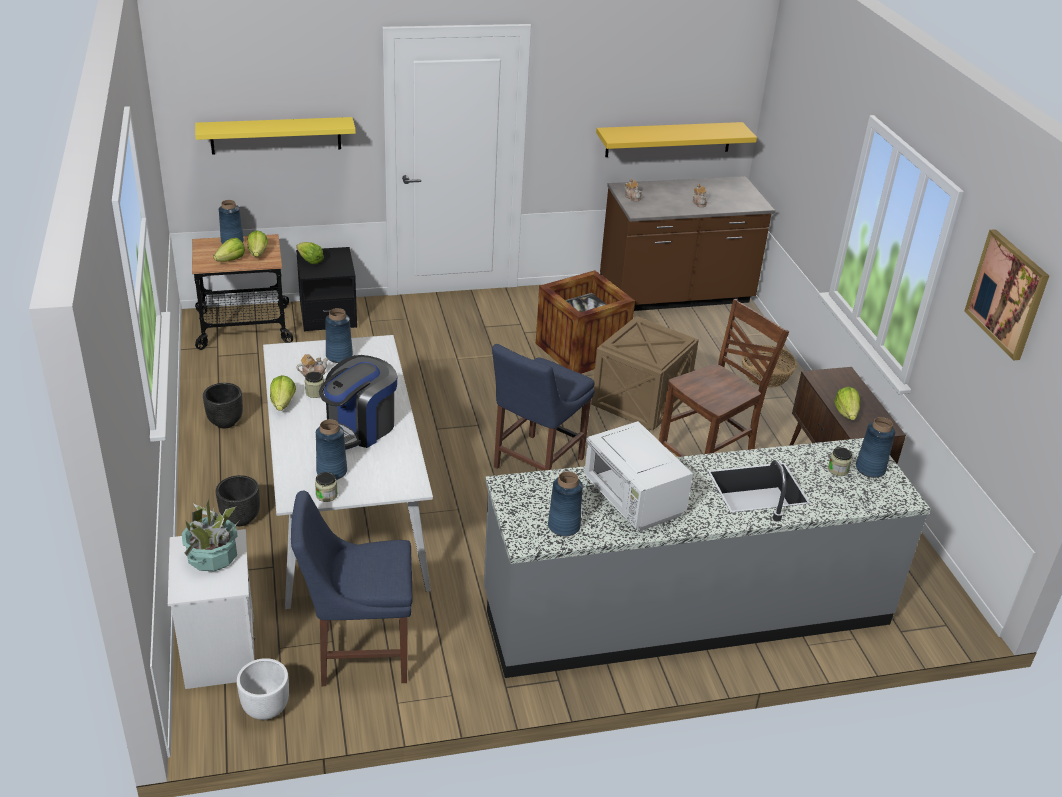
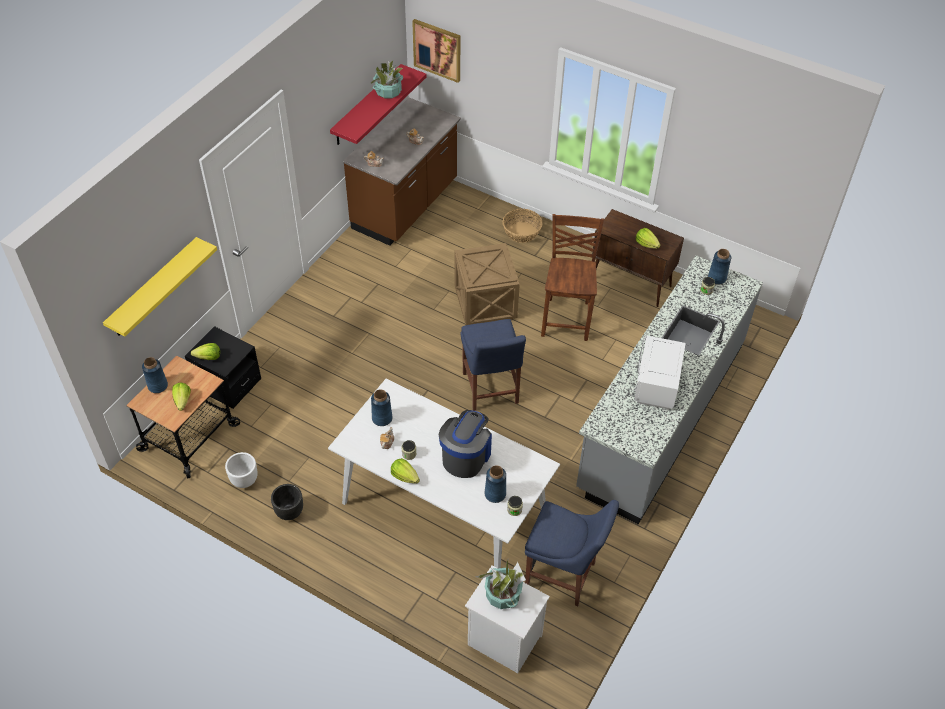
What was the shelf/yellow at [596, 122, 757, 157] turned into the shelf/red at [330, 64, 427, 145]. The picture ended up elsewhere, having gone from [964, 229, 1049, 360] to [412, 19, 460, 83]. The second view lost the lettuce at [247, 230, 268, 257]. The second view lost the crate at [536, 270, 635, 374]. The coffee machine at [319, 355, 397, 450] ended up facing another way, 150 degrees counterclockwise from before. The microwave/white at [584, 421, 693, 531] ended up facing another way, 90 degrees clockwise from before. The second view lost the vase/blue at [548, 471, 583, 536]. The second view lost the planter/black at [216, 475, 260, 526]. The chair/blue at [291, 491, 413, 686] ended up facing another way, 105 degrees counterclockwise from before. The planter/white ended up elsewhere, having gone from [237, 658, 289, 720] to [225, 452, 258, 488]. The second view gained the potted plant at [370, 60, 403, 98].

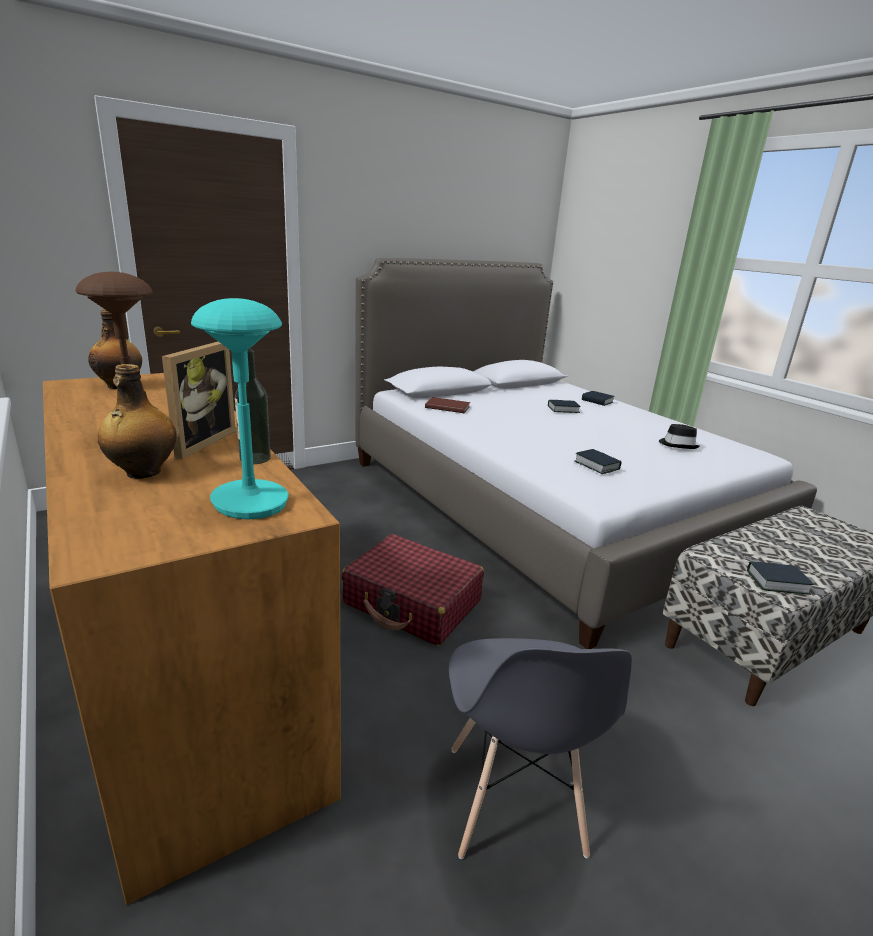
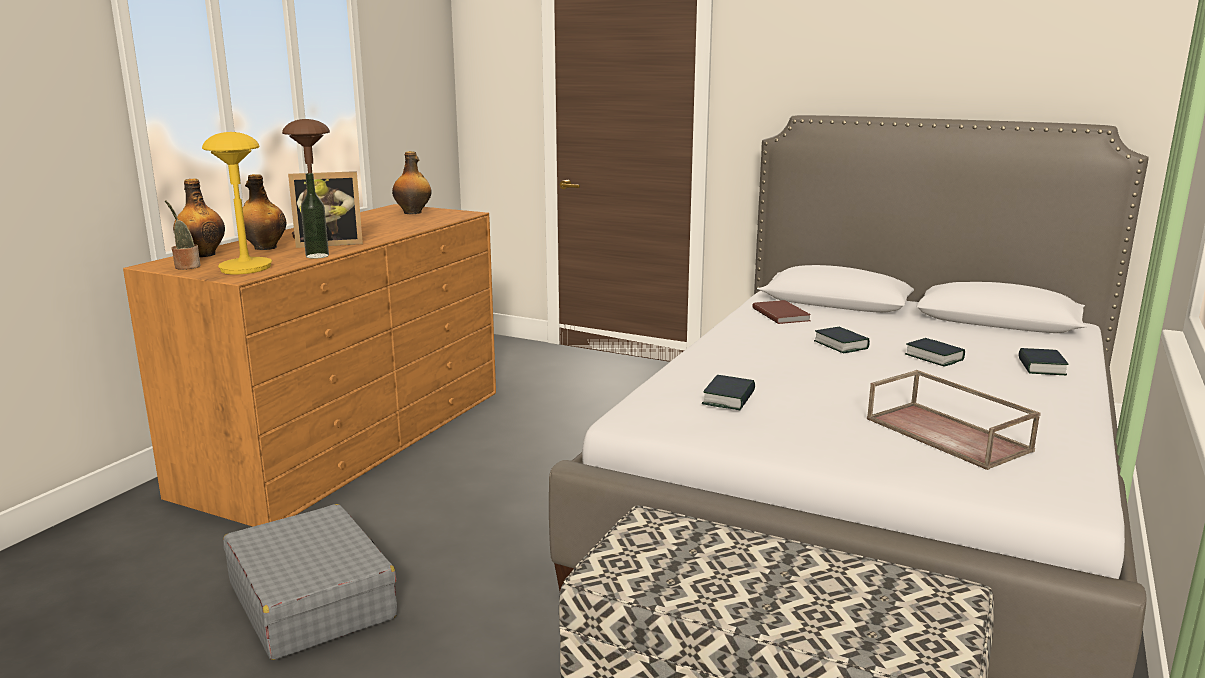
What was the table lamp/turquoise at [191, 298, 289, 519] turned into the table lamp/yellow at [202, 132, 272, 274]. Where the hat/black stood at [659, 424, 700, 449], the tray/brown came to stand at [867, 370, 1041, 470]. The second view lost the suitcase/red at [341, 534, 484, 646]. The book ended up elsewhere, having gone from [747, 561, 814, 595] to [814, 327, 870, 353]. Where the chair/grey stood at [449, 638, 632, 859], the suitcase/grey came to stand at [223, 504, 397, 660]. The second view gained the bottle at [173, 178, 225, 257]. The second view gained the potted plant at [165, 200, 201, 270].

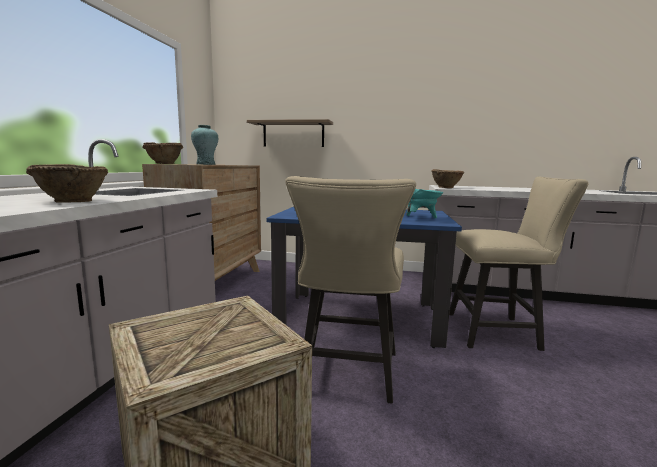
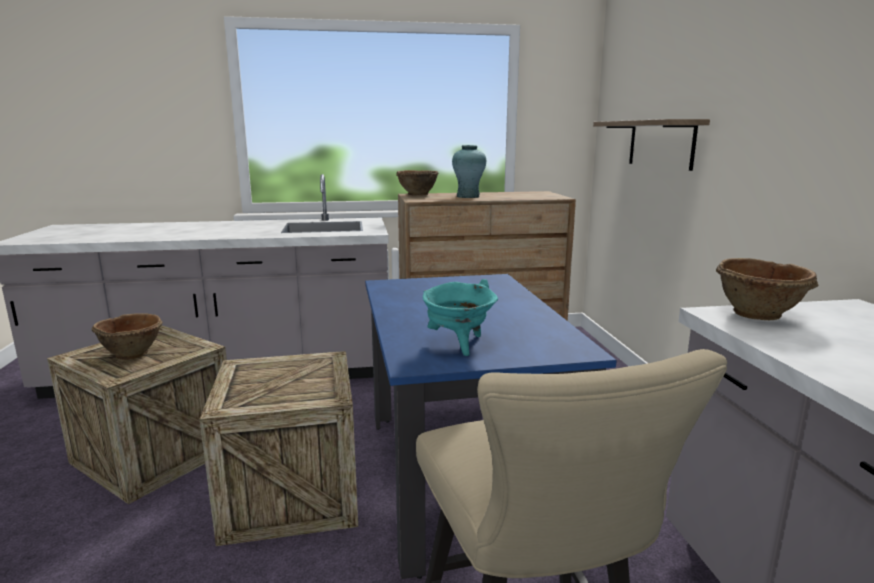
The bowl/brown ended up elsewhere, having gone from [26, 164, 108, 203] to [91, 313, 163, 360]. Where the chair/beige stood at [285, 176, 416, 403], the crate came to stand at [199, 351, 358, 546].

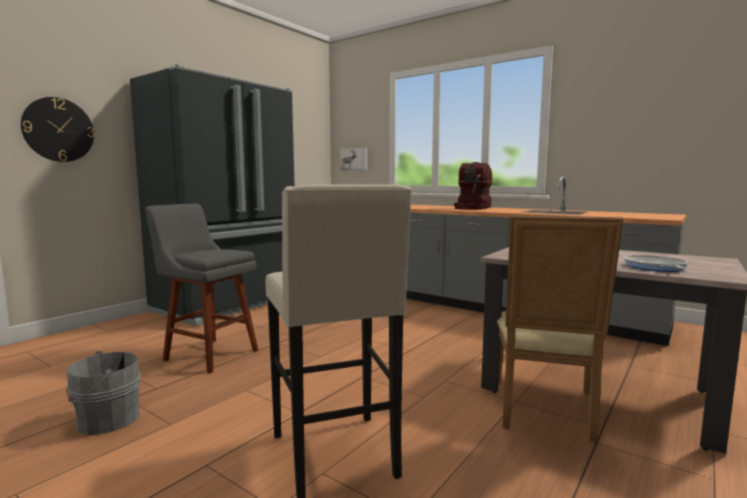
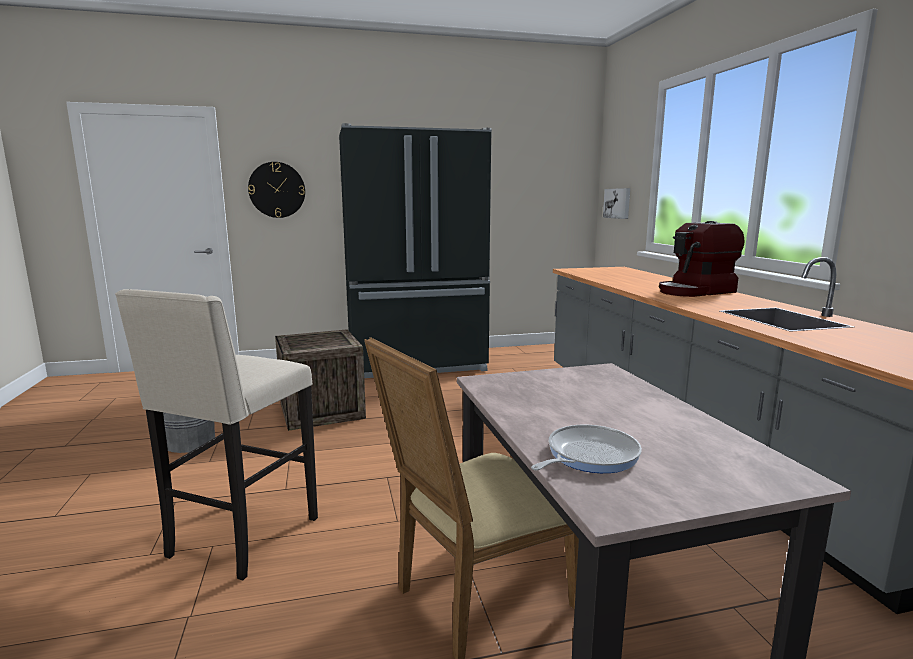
Where the stool/grey stood at [145, 204, 258, 374], the crate came to stand at [275, 329, 366, 431].

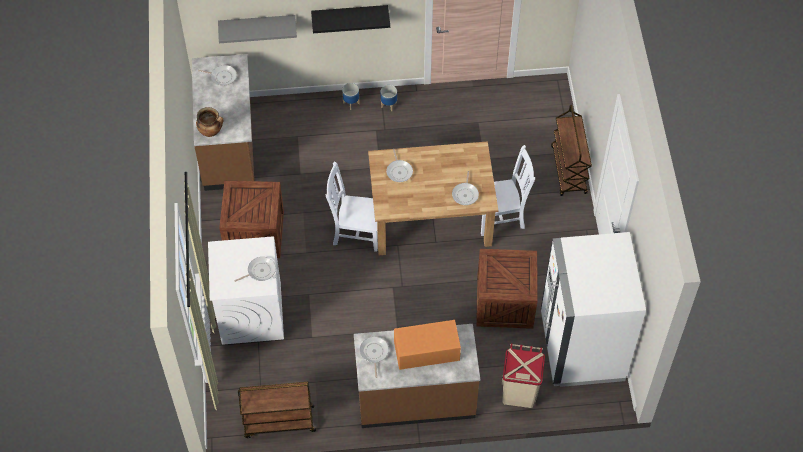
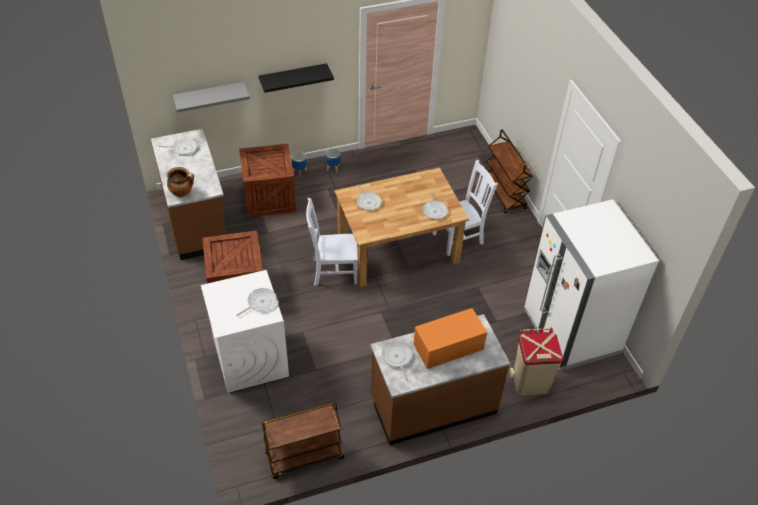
The crate ended up elsewhere, having gone from [476, 249, 538, 329] to [239, 144, 296, 218].

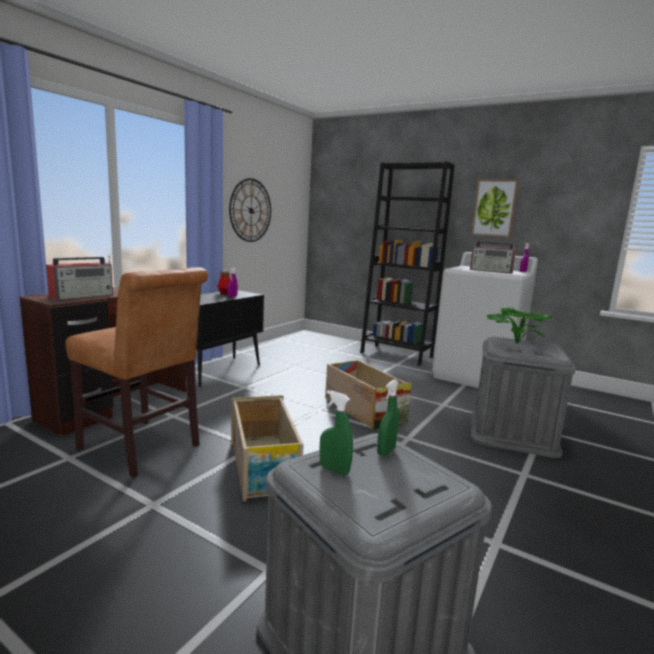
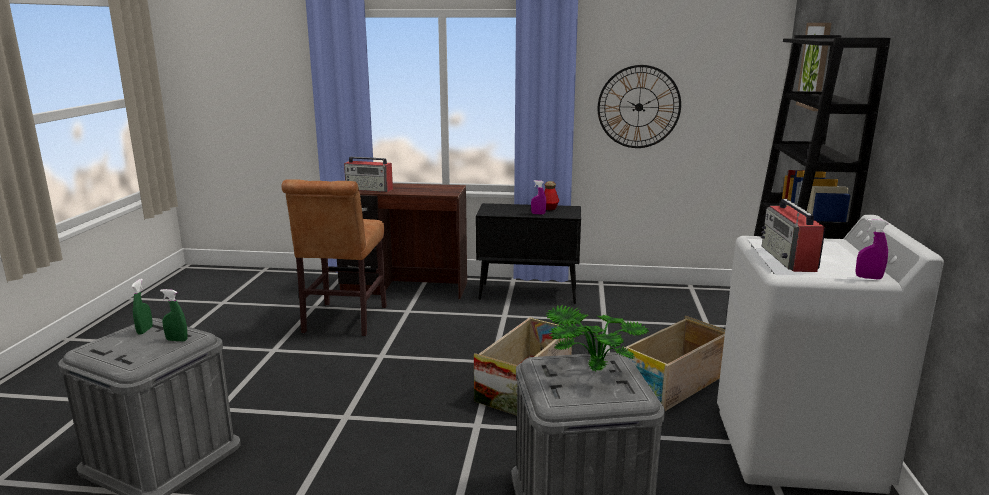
The picture ended up elsewhere, having gone from [471, 179, 519, 238] to [796, 23, 832, 111]. The crate ended up elsewhere, having gone from [231, 395, 304, 502] to [624, 316, 725, 411].

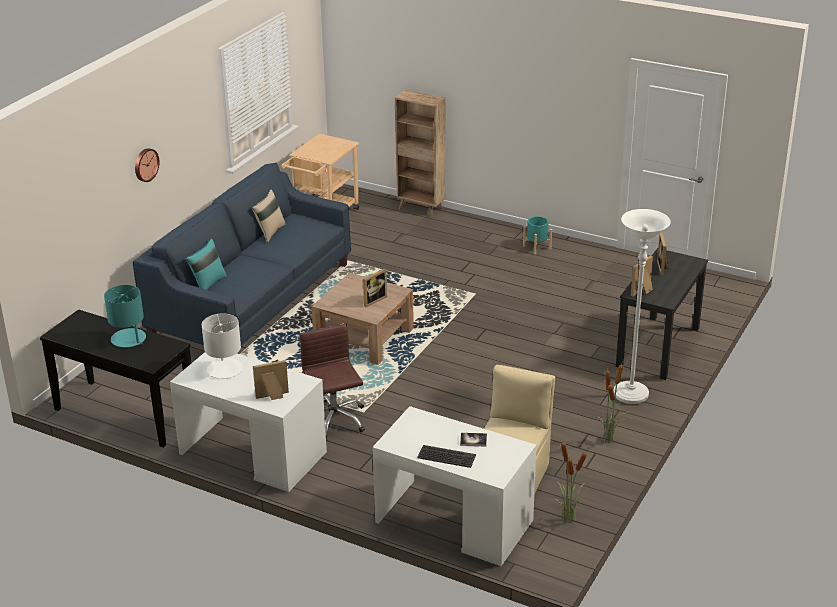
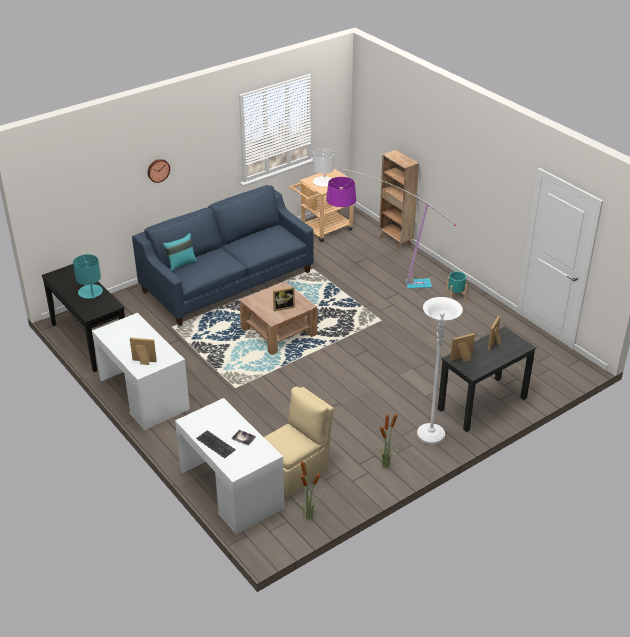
The second view lost the pillow/beige at [252, 190, 286, 243]. The table lamp/white ended up elsewhere, having gone from [202, 314, 243, 379] to [313, 149, 334, 187]. The second view lost the office chair/brown at [300, 324, 365, 440]. The second view gained the floor lamp at [326, 168, 456, 288].

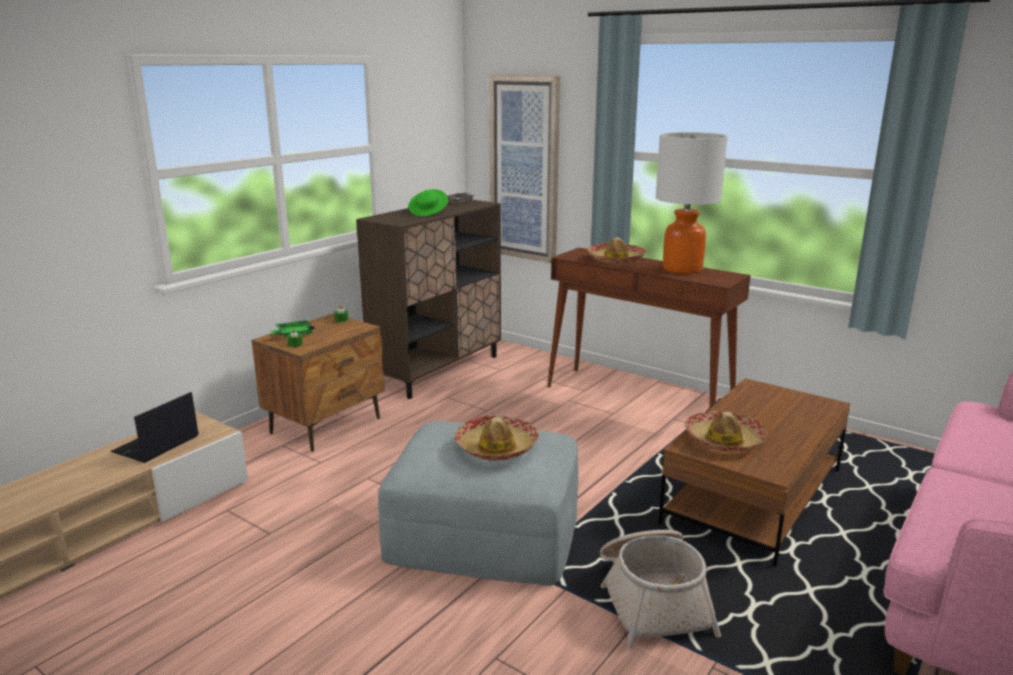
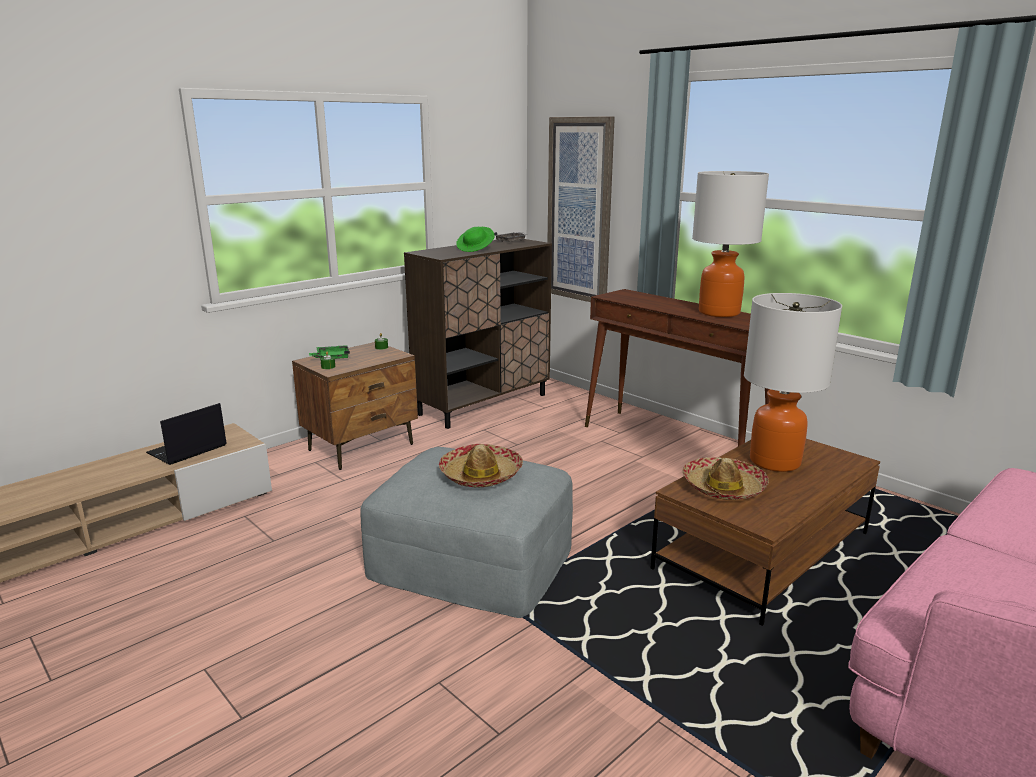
The second view lost the hat at [587, 237, 646, 264]. The second view lost the basket at [600, 530, 721, 649]. The second view gained the table lamp at [744, 293, 842, 472].

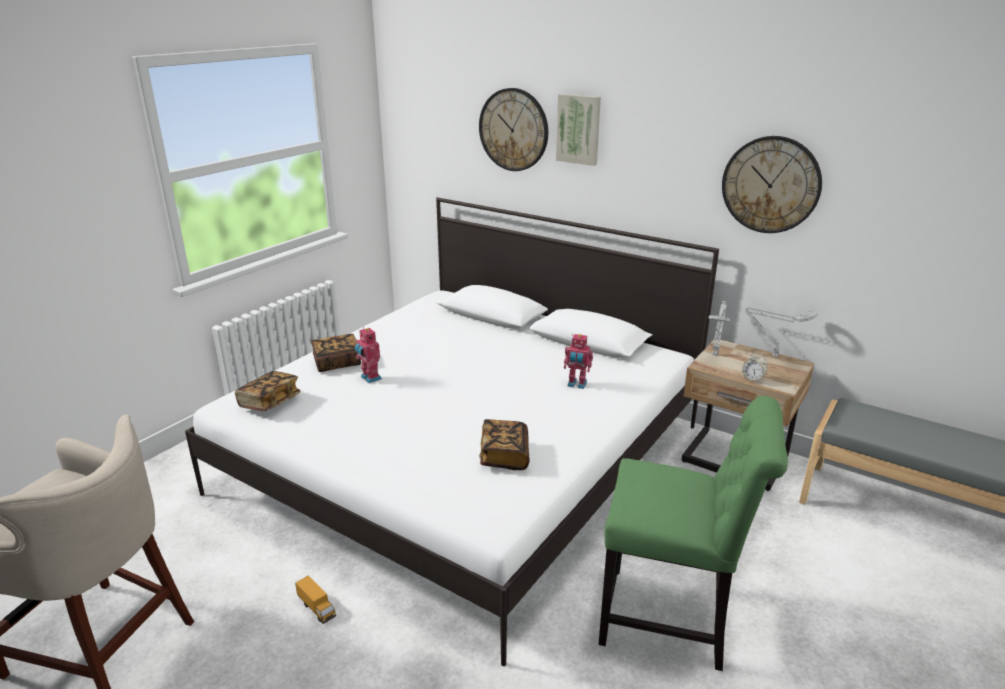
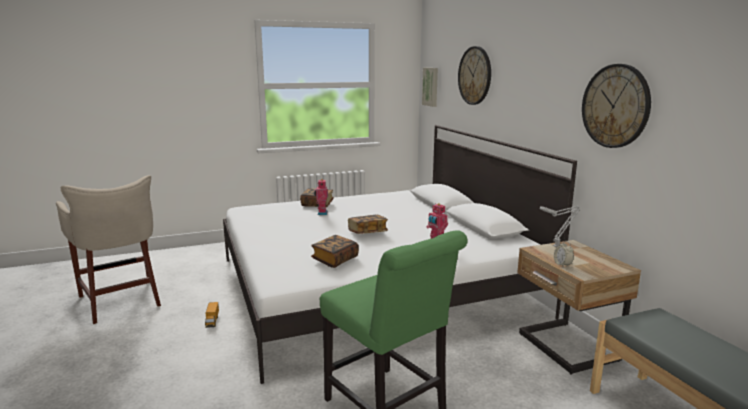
The picture ended up elsewhere, having gone from [556, 94, 601, 166] to [422, 68, 438, 107]. The second view lost the table lamp/grey at [745, 307, 818, 357]. The book ended up elsewhere, having gone from [235, 371, 300, 411] to [348, 215, 388, 234].

